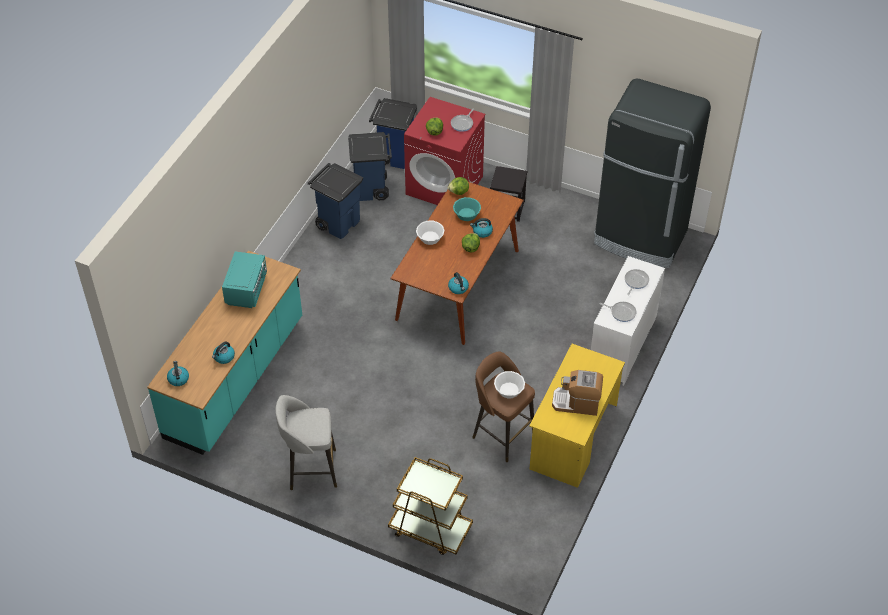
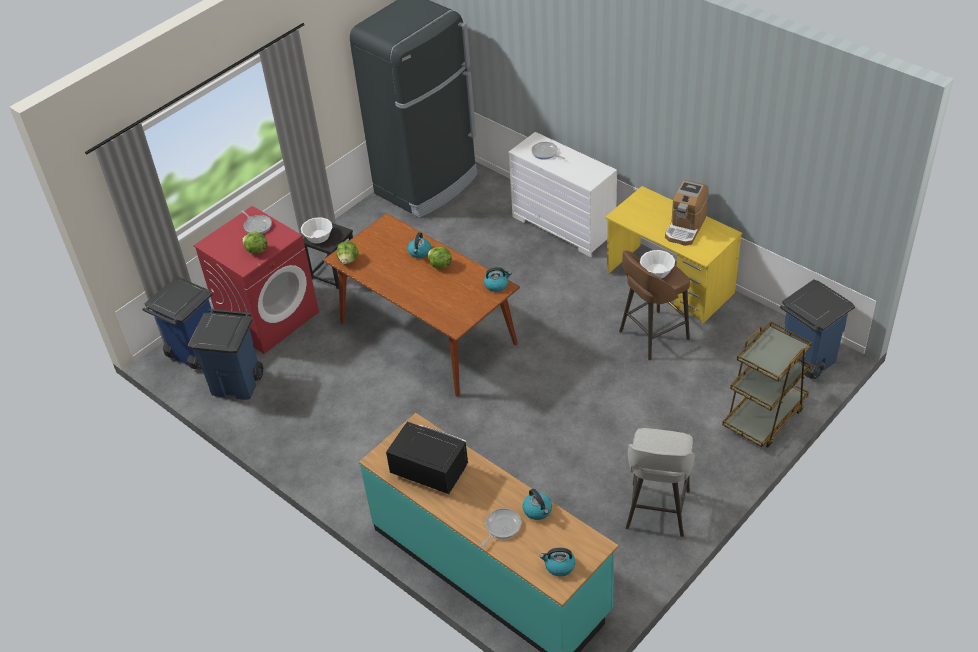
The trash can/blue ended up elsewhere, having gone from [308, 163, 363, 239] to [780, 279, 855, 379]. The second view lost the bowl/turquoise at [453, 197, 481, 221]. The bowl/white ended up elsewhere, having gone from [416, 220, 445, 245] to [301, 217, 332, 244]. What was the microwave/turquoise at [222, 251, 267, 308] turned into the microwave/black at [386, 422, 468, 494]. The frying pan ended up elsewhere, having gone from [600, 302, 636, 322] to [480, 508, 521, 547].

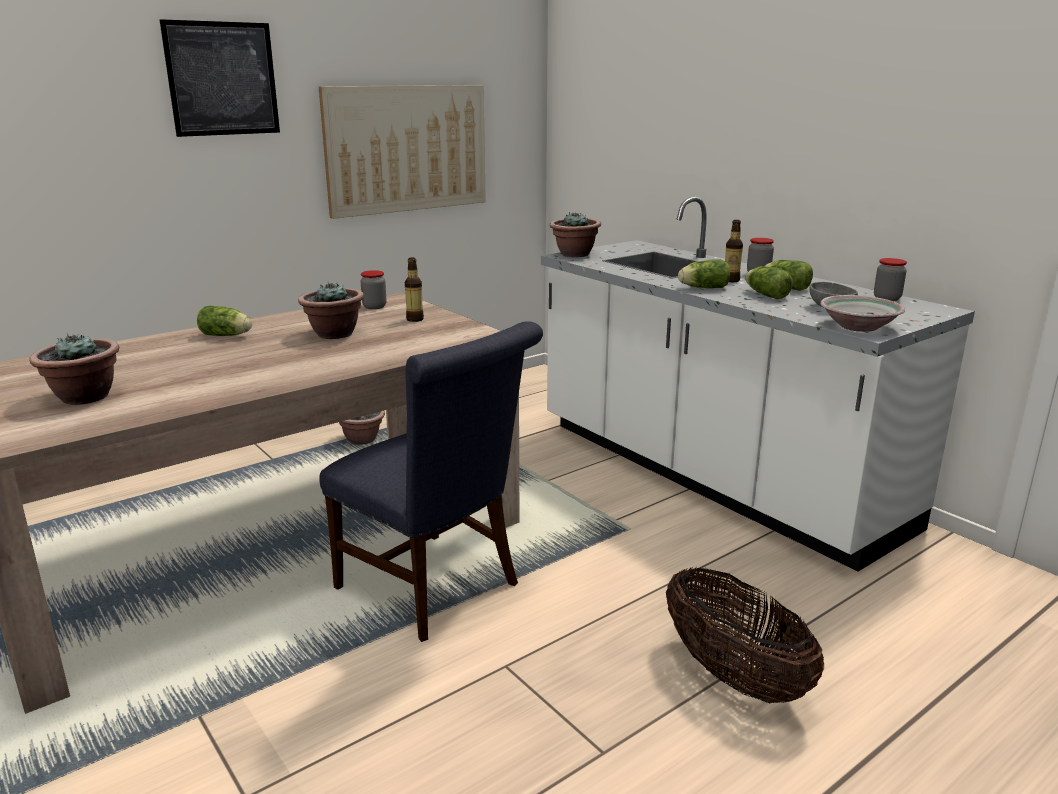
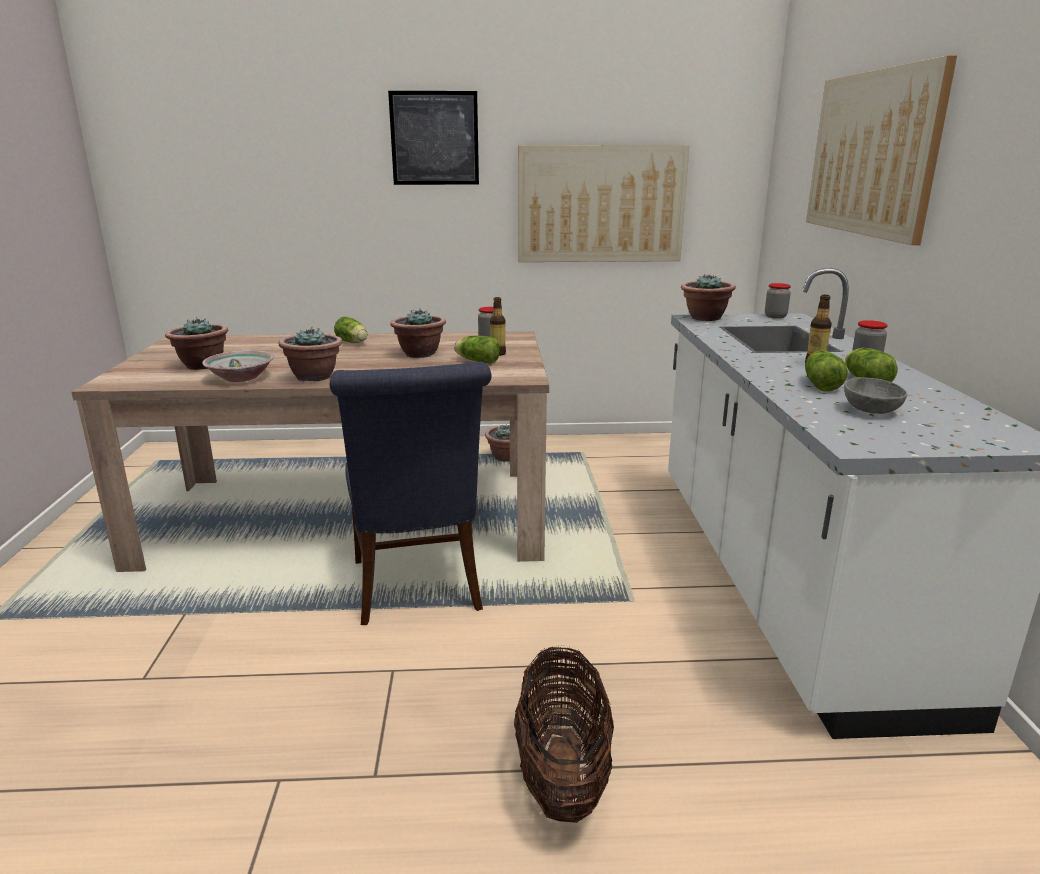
The jar ended up elsewhere, having gone from [874, 258, 907, 301] to [765, 283, 791, 319]. The lettuce ended up elsewhere, having gone from [678, 259, 730, 288] to [454, 336, 500, 364]. The bowl ended up elsewhere, having gone from [820, 295, 905, 332] to [202, 350, 274, 382]. The second view gained the picture at [806, 55, 957, 245]. The second view gained the potted plant at [278, 328, 343, 381].

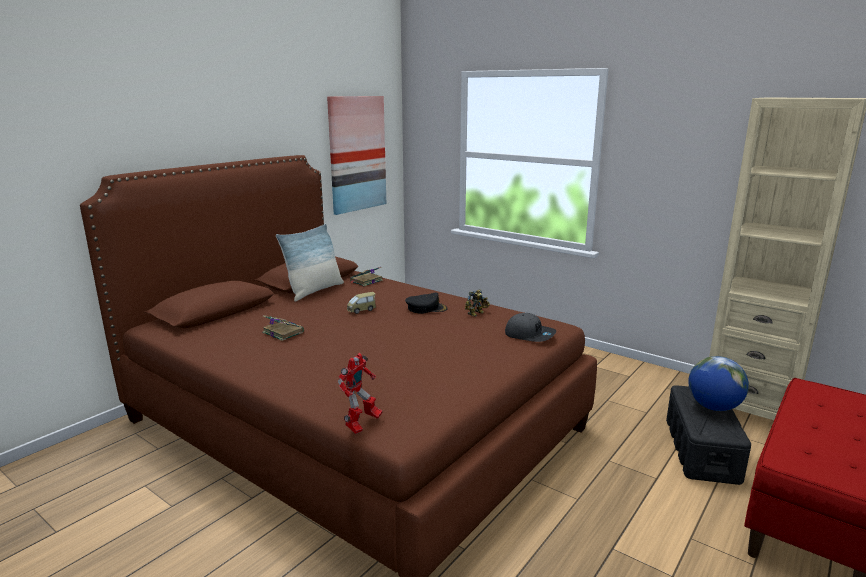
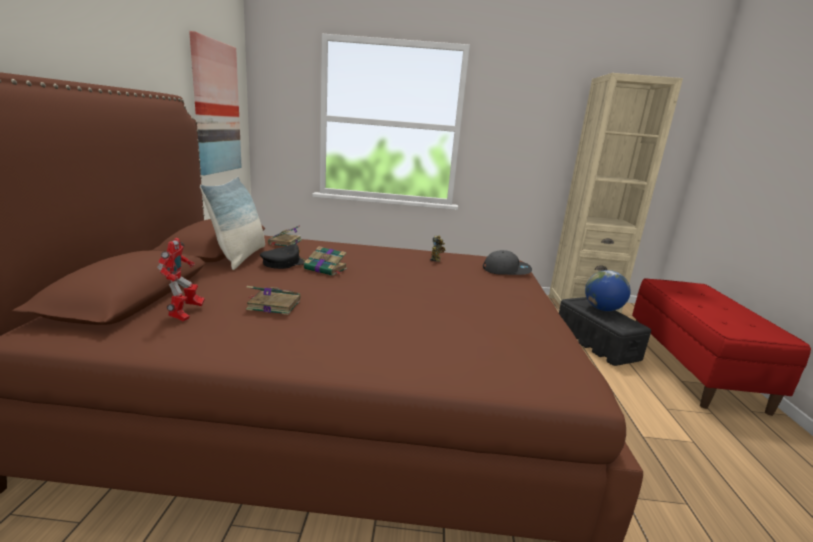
Where the toy car stood at [347, 292, 376, 314], the book came to stand at [304, 246, 347, 276]. The cap/black ended up elsewhere, having gone from [405, 293, 448, 314] to [260, 244, 306, 269]. The toy robot ended up elsewhere, having gone from [338, 353, 382, 434] to [157, 238, 205, 321].

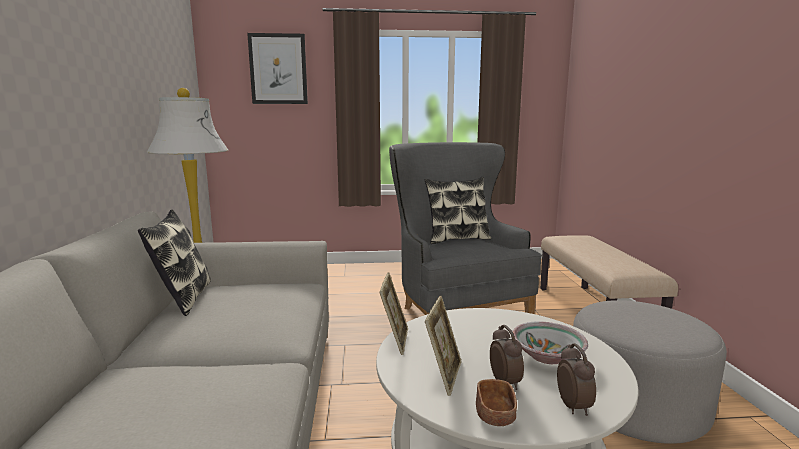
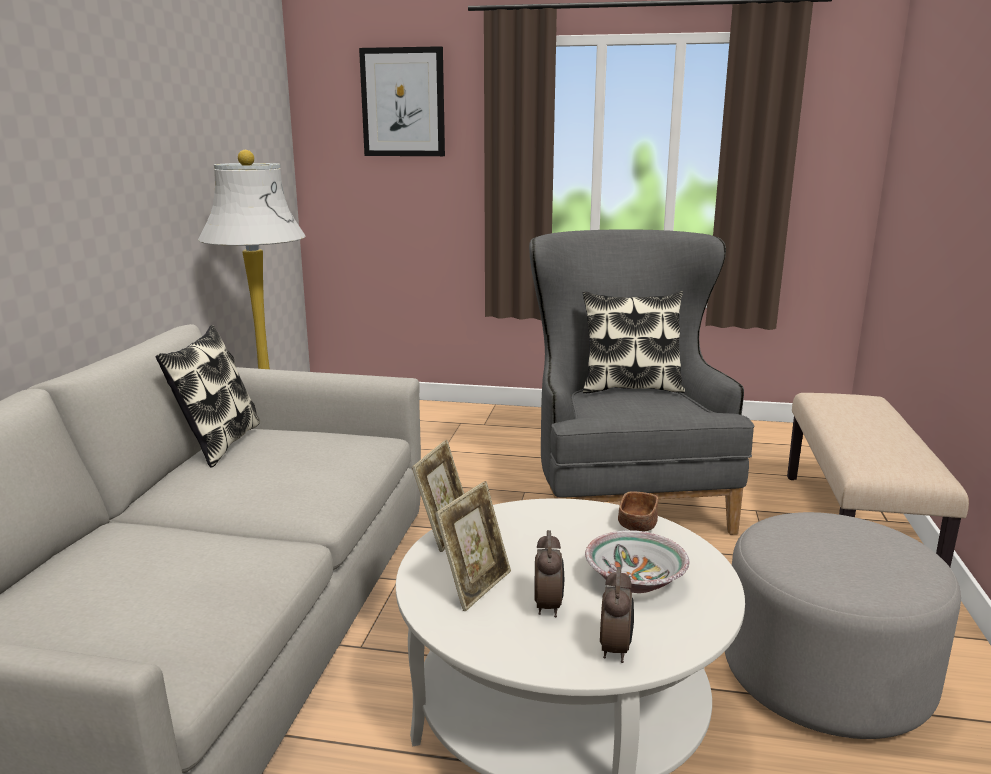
The bowl/brown ended up elsewhere, having gone from [476, 379, 517, 426] to [618, 491, 658, 532].

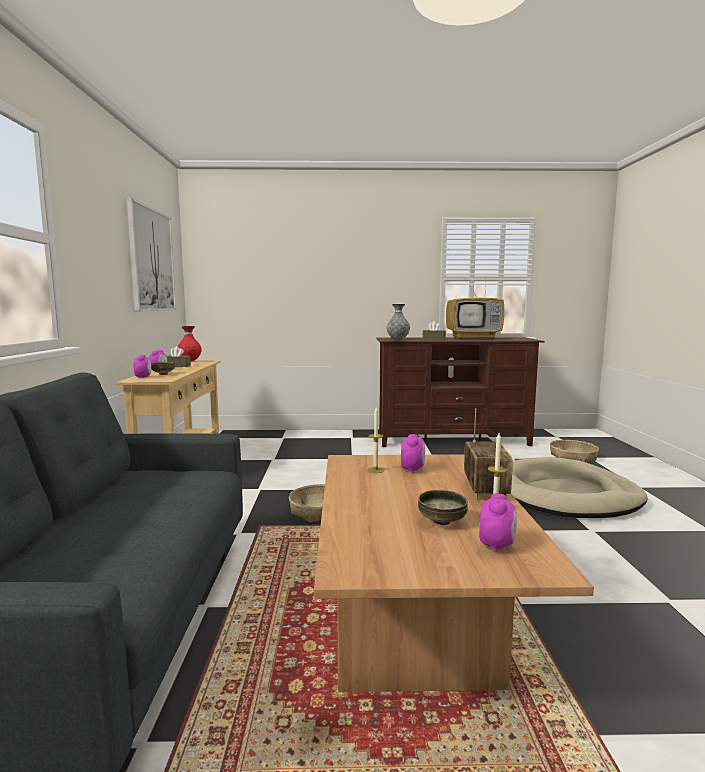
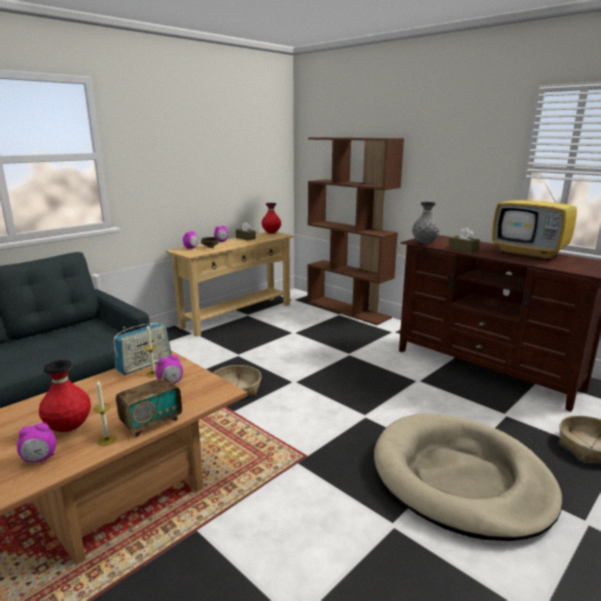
The second view lost the picture at [126, 198, 176, 311]. Where the bowl stood at [418, 490, 468, 525], the vase/red came to stand at [39, 360, 91, 432]. The second view gained the bookcase/brown at [307, 137, 404, 325]. The second view gained the radio at [114, 323, 171, 375].

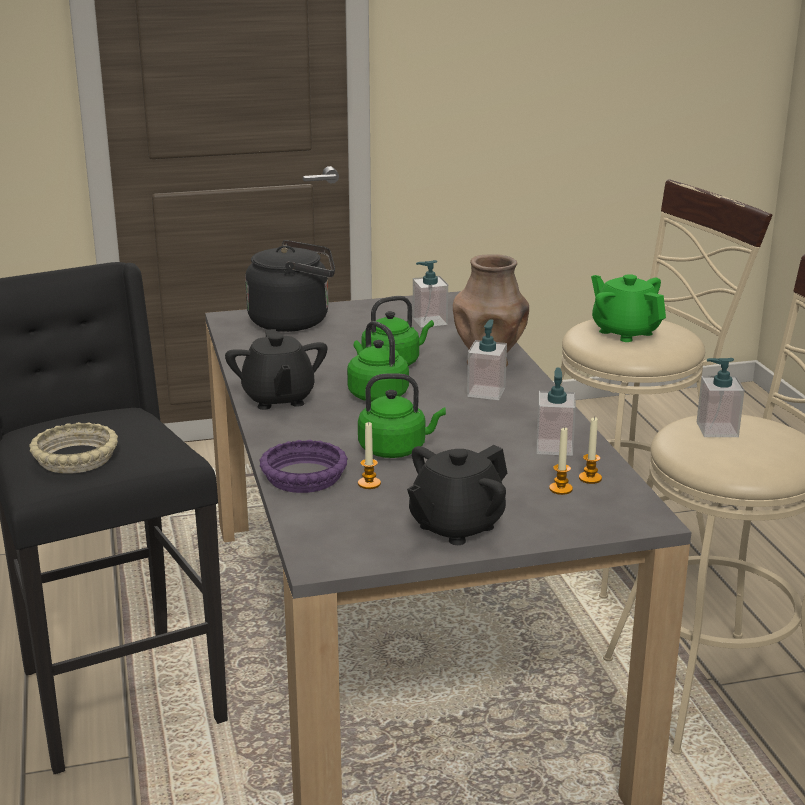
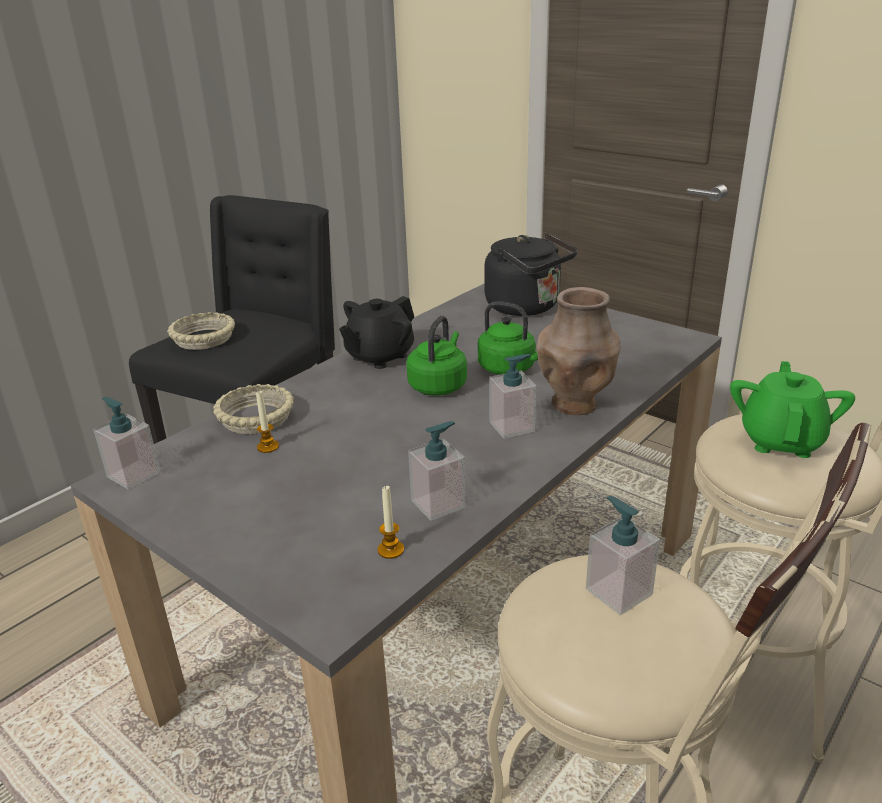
The soap dispenser ended up elsewhere, having gone from [413, 260, 448, 327] to [94, 397, 160, 489]. The second view lost the kettle/green at [358, 373, 446, 458]. The second view lost the candle at [549, 426, 573, 495]. What was the bowl/purple at [260, 440, 348, 493] turned into the bowl/beige at [213, 384, 294, 434]. The second view lost the teapot/black at [407, 445, 507, 545].

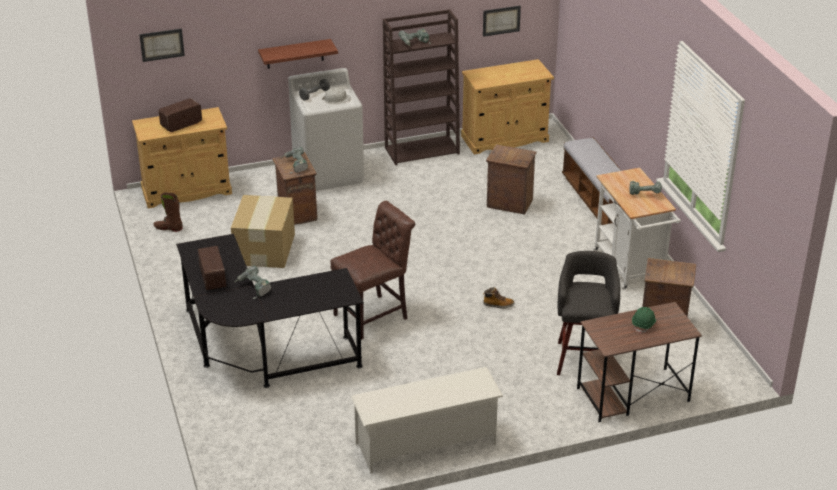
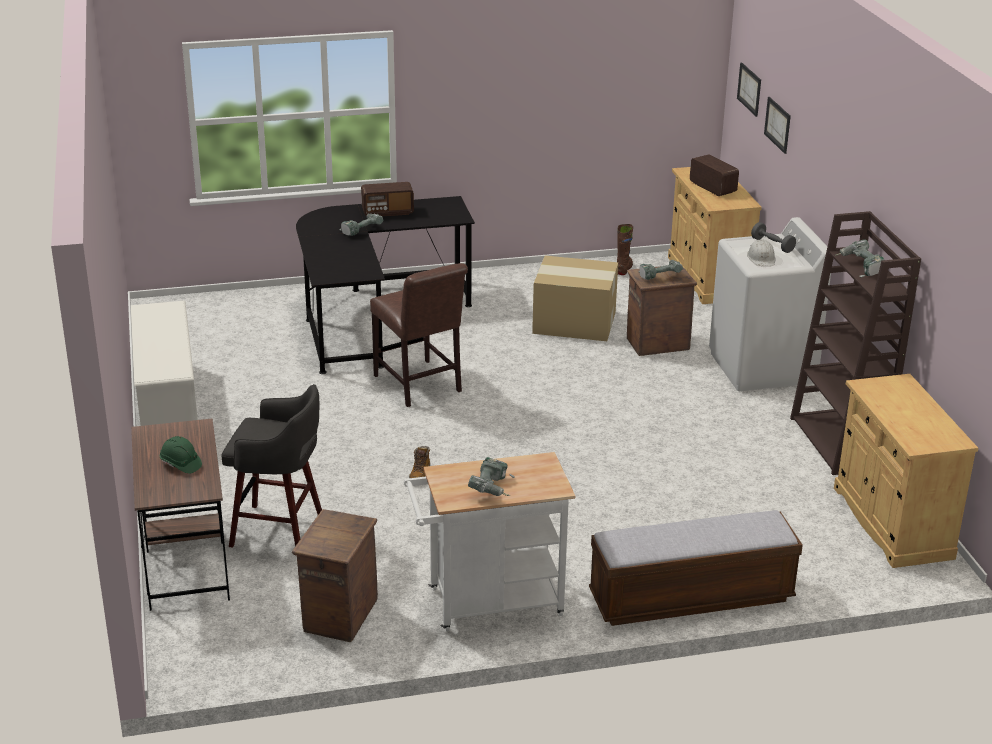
The picture ended up elsewhere, having gone from [483, 6, 521, 37] to [764, 97, 791, 154]. The second view lost the shelf at [258, 39, 338, 69]. The second view lost the crate at [486, 145, 537, 214].

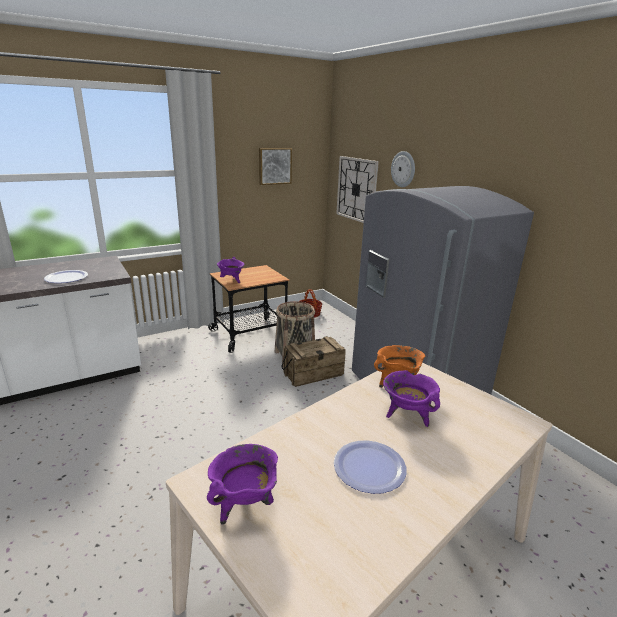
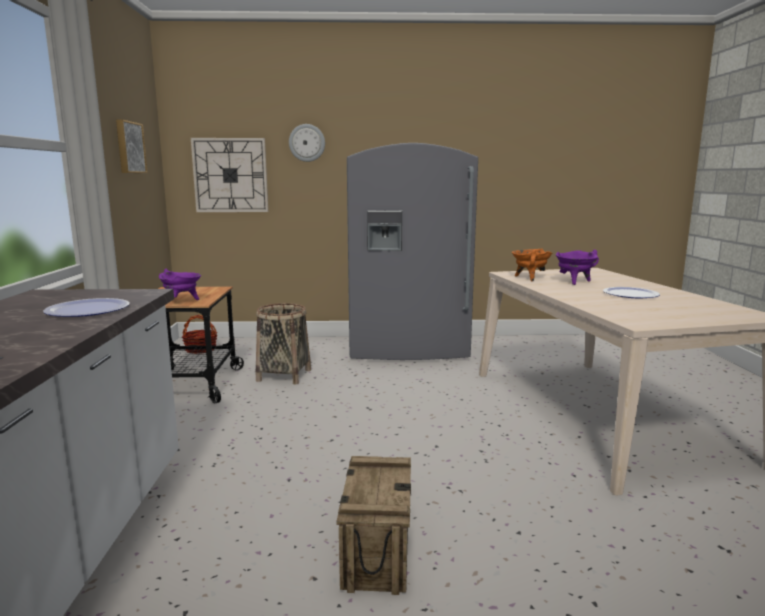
The crate ended up elsewhere, having gone from [282, 336, 346, 387] to [336, 456, 411, 595]. The second view lost the cooking pot/purple at [207, 444, 278, 524].

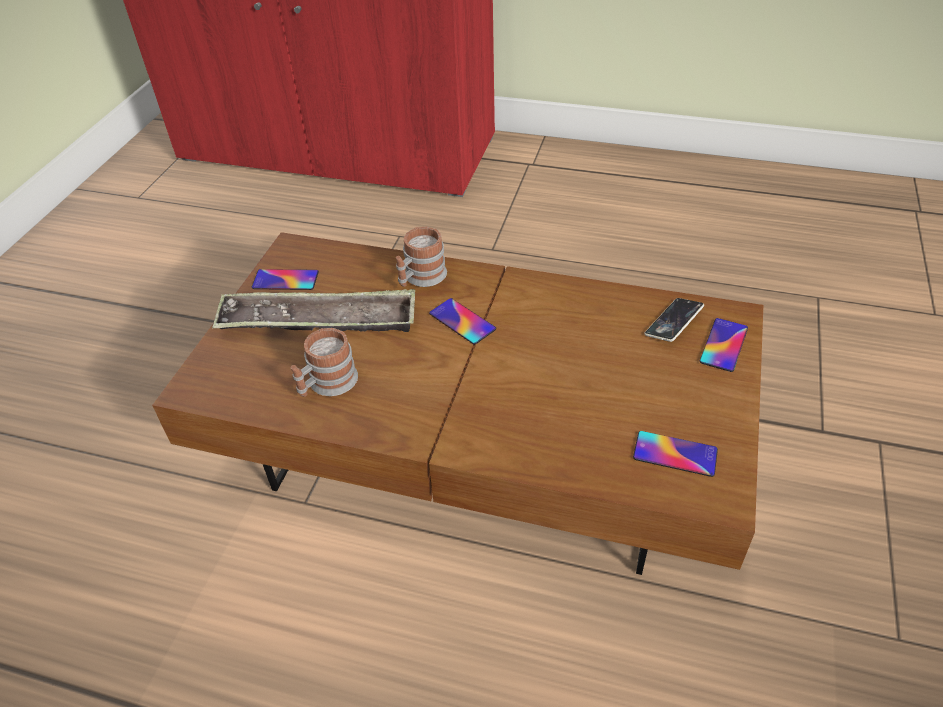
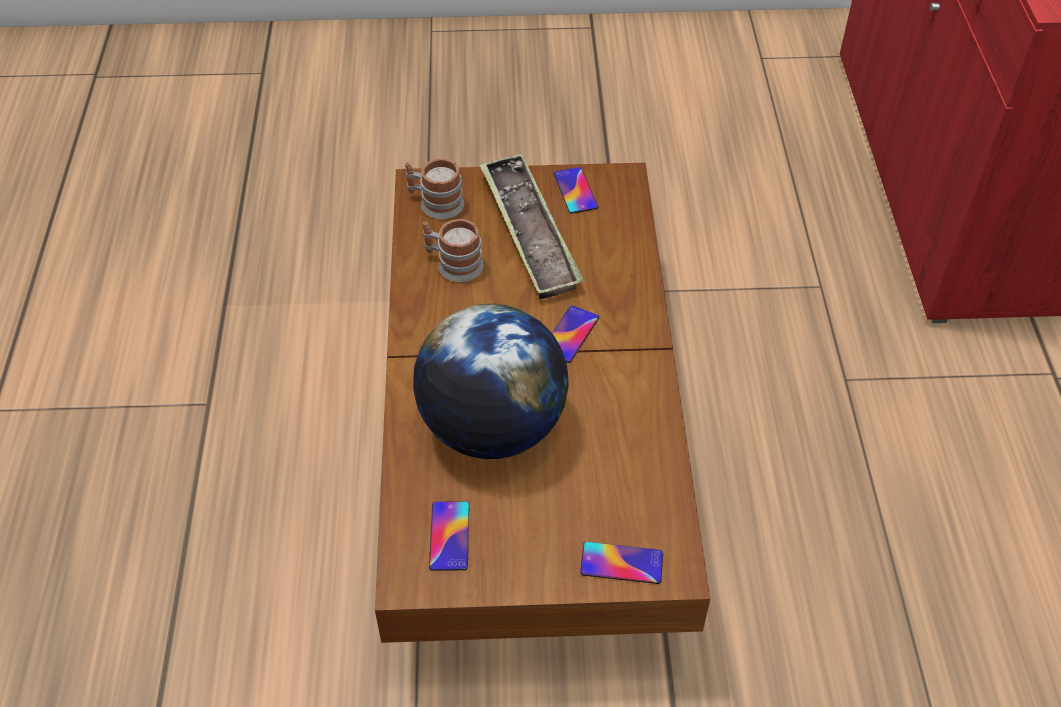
The mug ended up elsewhere, having gone from [396, 227, 447, 287] to [405, 158, 464, 219]. The second view lost the phone at [644, 298, 704, 342]. The second view gained the globe at [413, 304, 569, 459].

